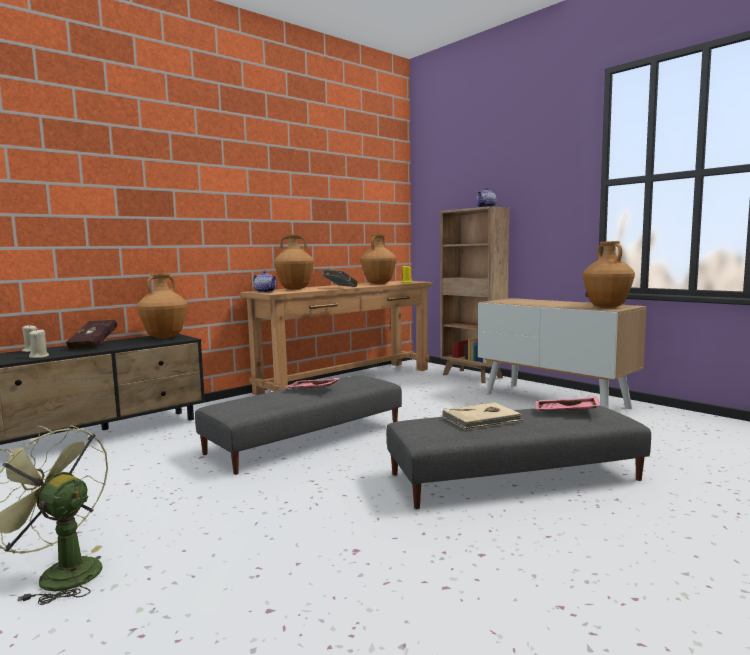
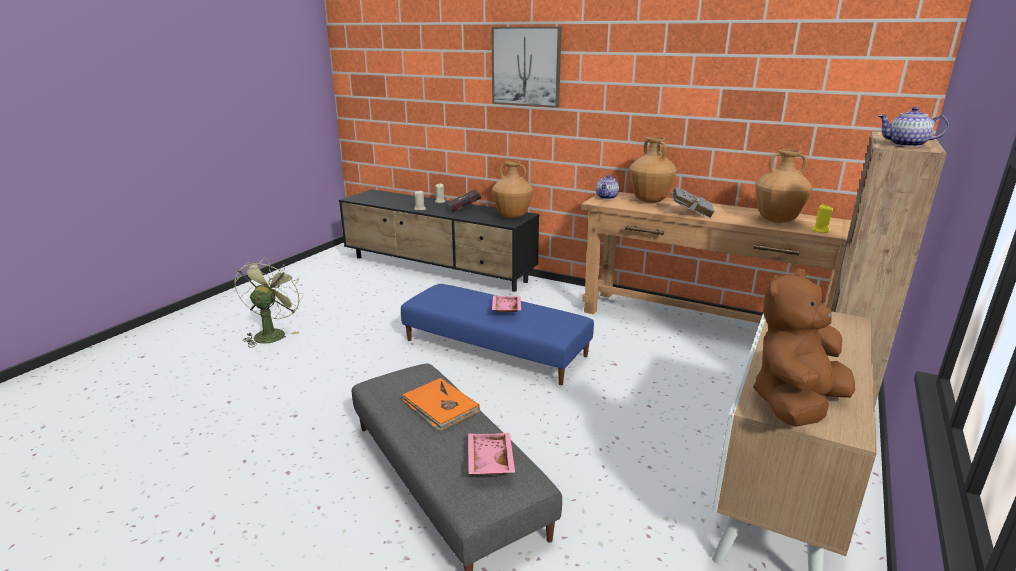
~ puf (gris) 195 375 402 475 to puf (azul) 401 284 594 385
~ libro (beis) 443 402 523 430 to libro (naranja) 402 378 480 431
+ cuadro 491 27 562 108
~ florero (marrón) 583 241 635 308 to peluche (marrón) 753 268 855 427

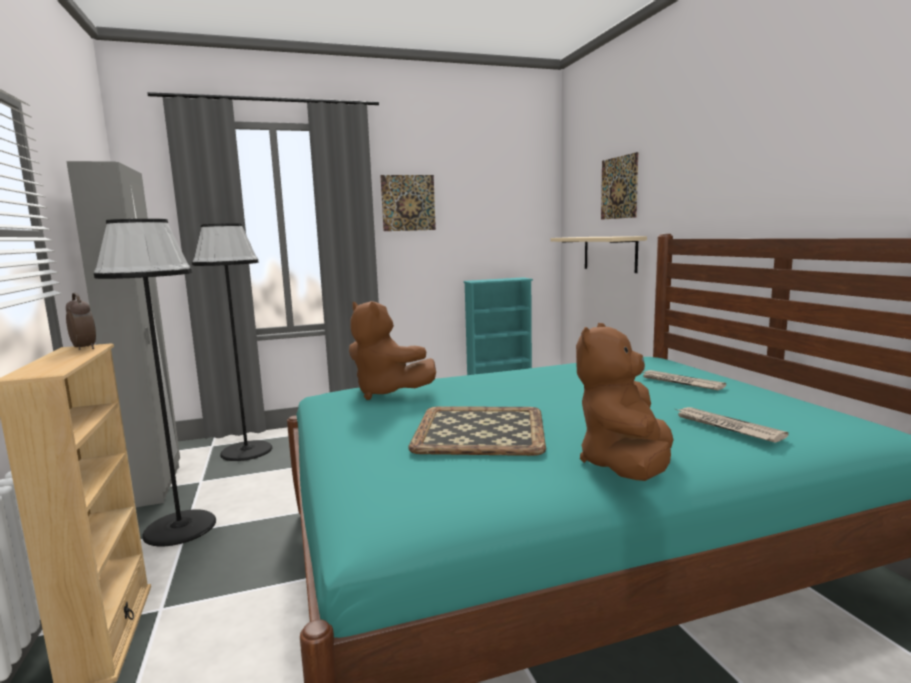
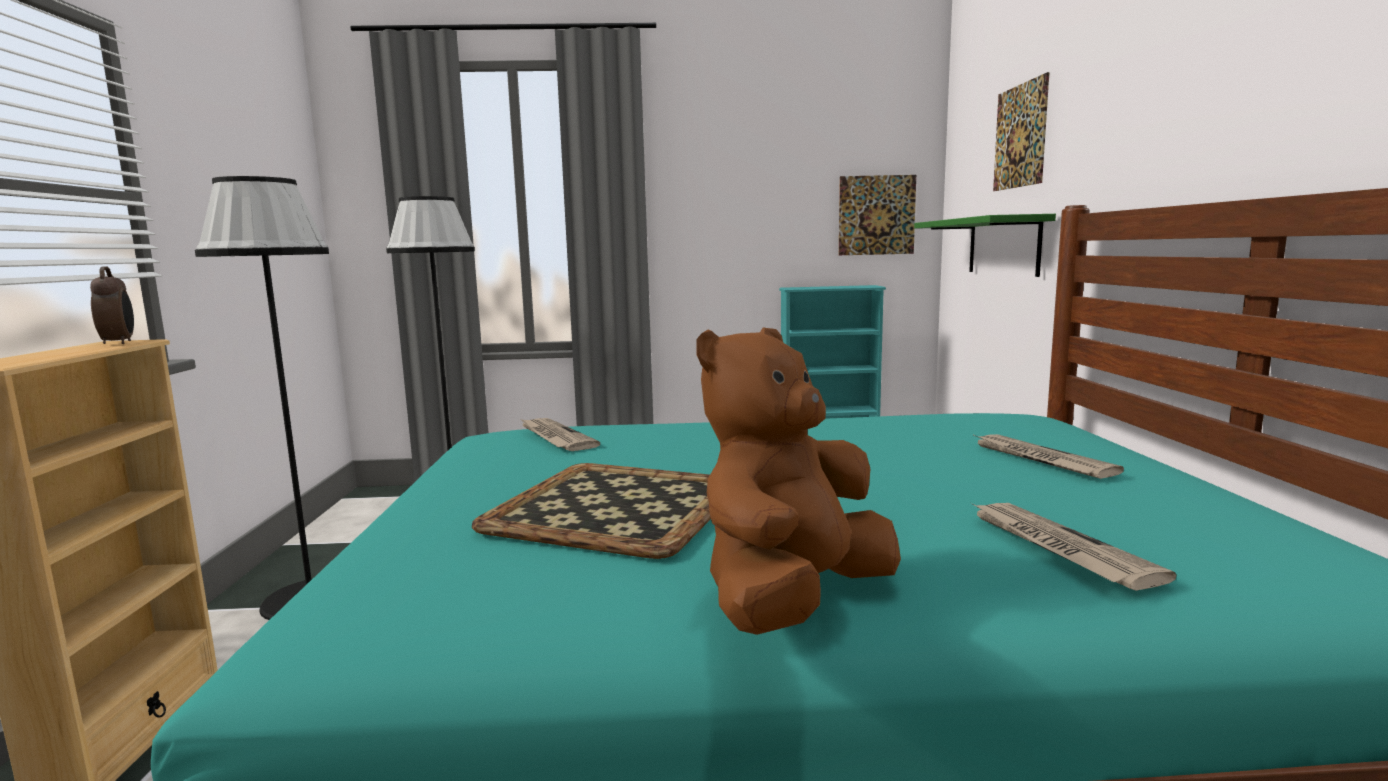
~ peluche (marrón) 349 301 436 400 to periódico 519 418 600 451
~ cuadro 380 175 436 231 to 839 175 916 255
~ estante (beis) 551 236 647 273 to estante (verde) 914 214 1056 277
- armario ropero (gris) 66 161 180 507

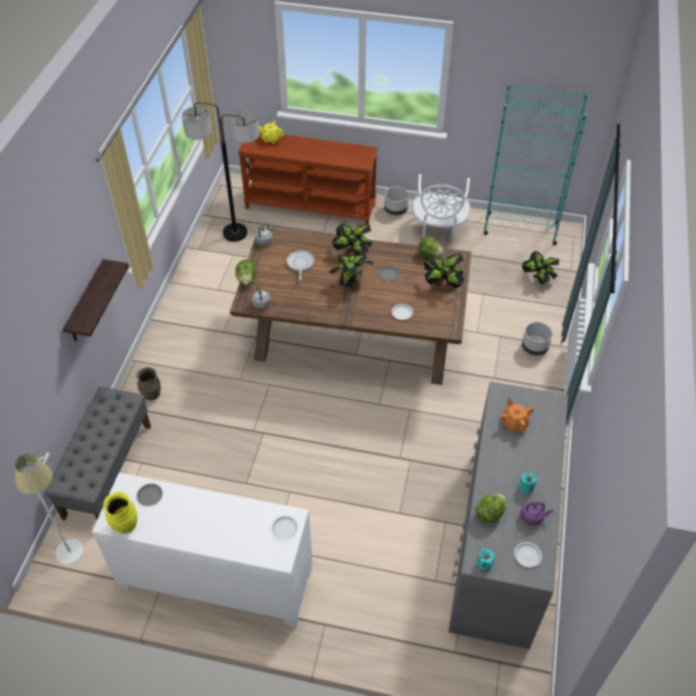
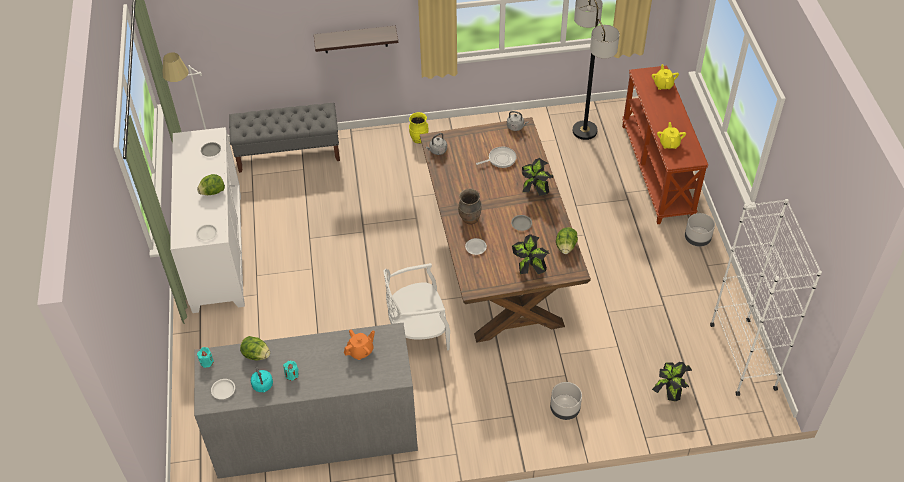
~ lechuga 235 259 256 285 to 197 174 225 195
~ hervidor (morado) 520 501 553 526 to hervidor (turquesa) 251 366 273 392
~ silla (blanco) 412 174 470 247 to 383 263 450 350
~ florero (amarillo) 103 492 137 534 to 409 112 429 144
~ florero (marrón) 136 367 161 400 to 458 188 482 224
+ tetera (amarillo) 657 122 686 149
~ estantería (turquesa) 484 84 588 245 to estantería (blanco) 710 199 822 396
- planta en maceta 329 254 373 288

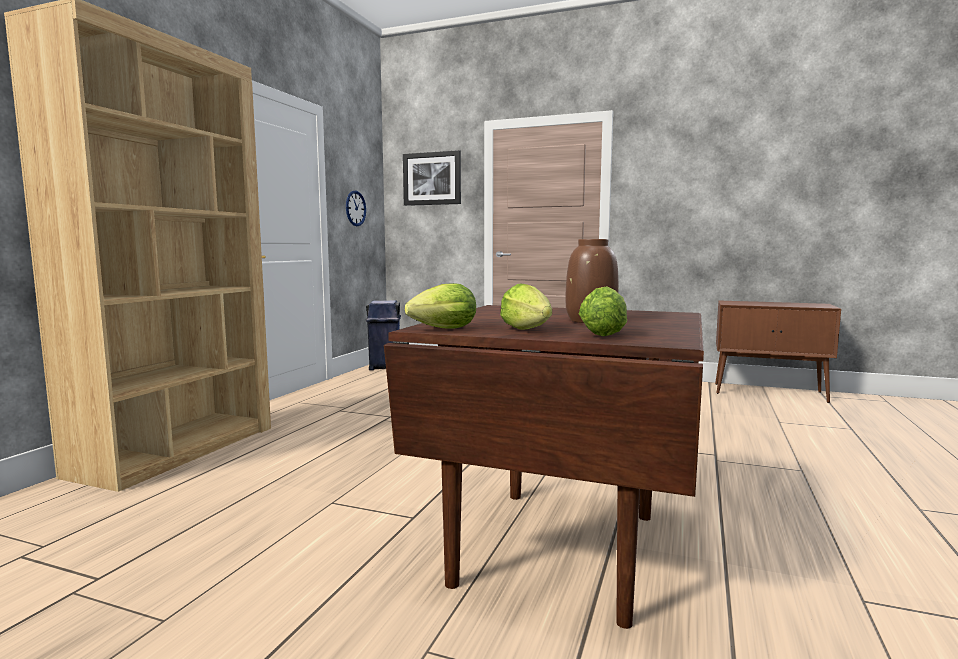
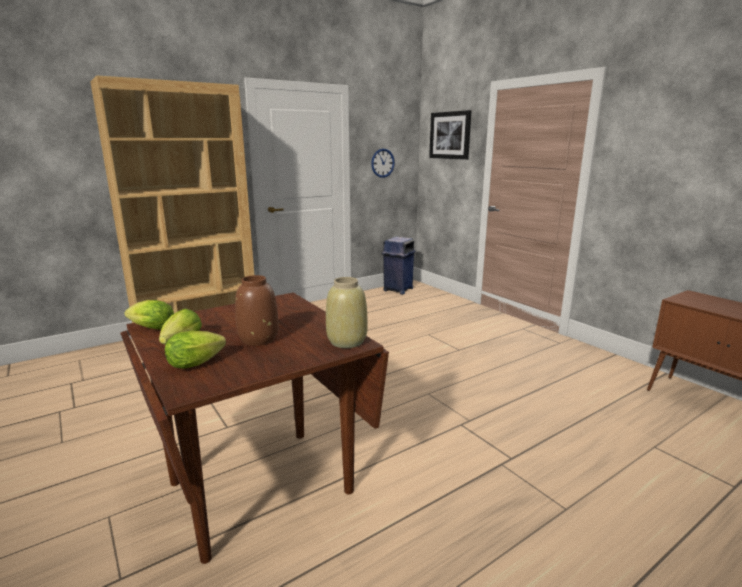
+ florero (beis) 326 277 368 348

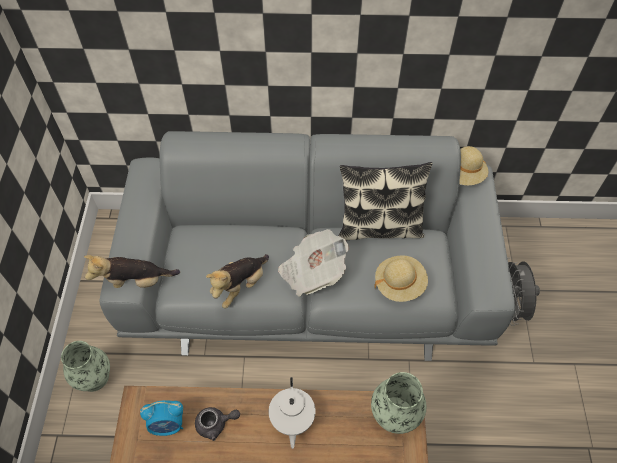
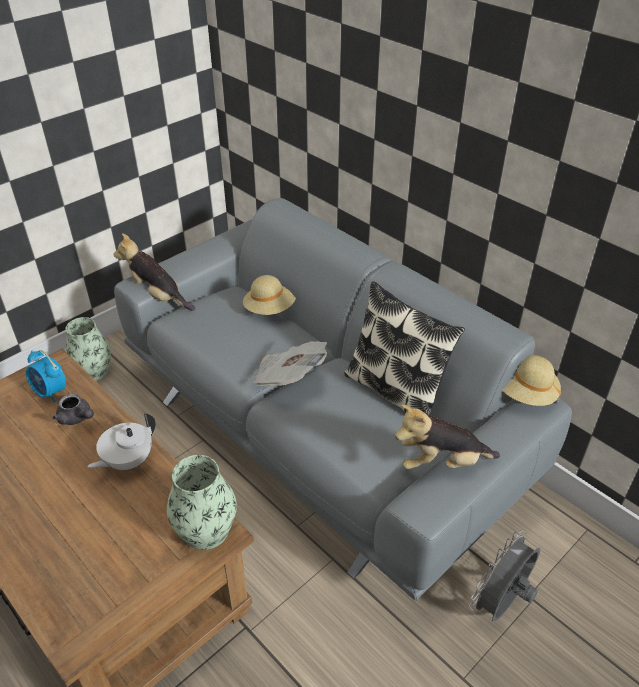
~ sombrero (beis) 375 255 428 302 to 243 275 296 315
~ peluche 206 254 269 308 to 395 405 500 469

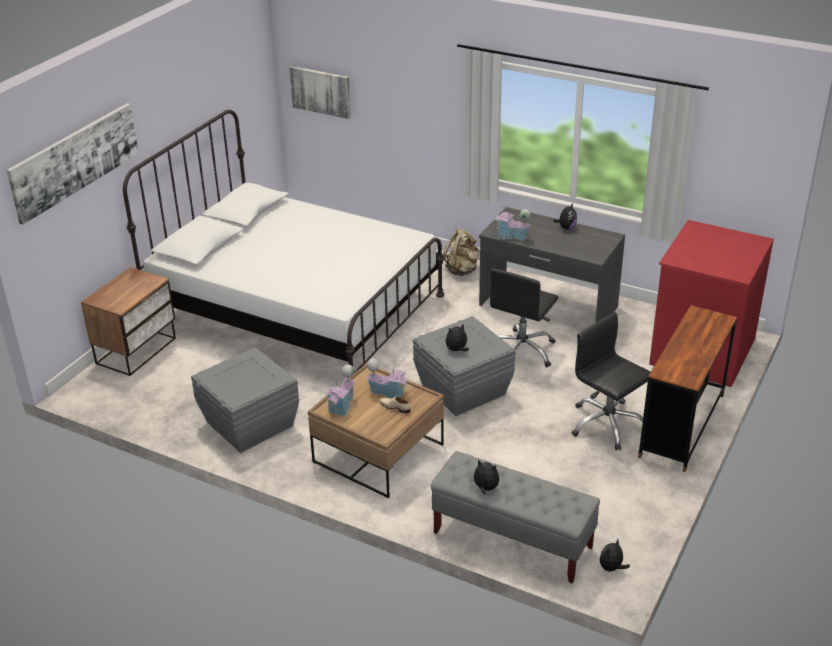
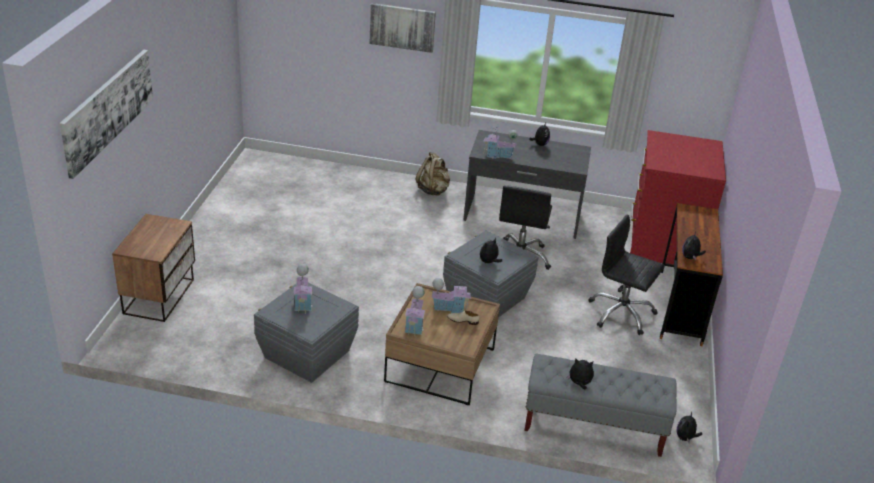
+ casita 294 264 312 314
~ cuadro 289 66 351 119 to 370 3 436 53
+ peluche 682 235 706 260
- cama (blanco) 123 110 444 373

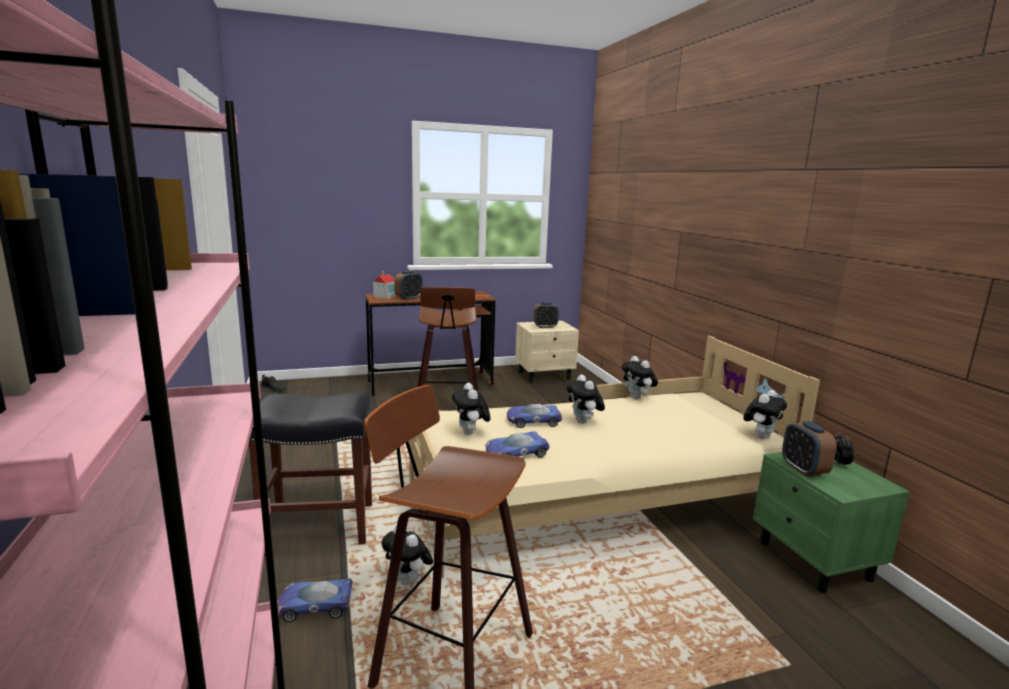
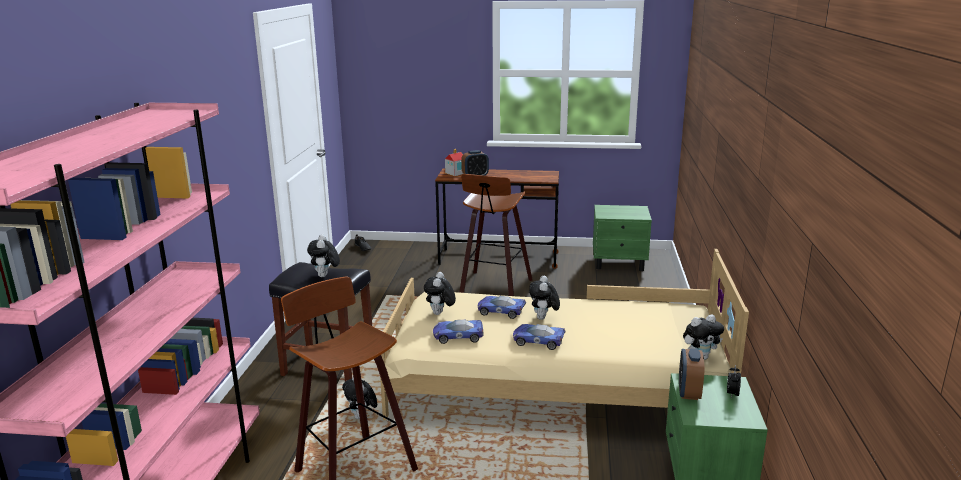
~ peluche 621 356 658 399 to 307 234 340 277
~ coche de juguete 278 579 353 622 to 513 324 566 350
~ mesita de noche (beis) 515 321 579 383 to mesita de noche (verde) 593 205 652 271
- despertador 533 302 559 328

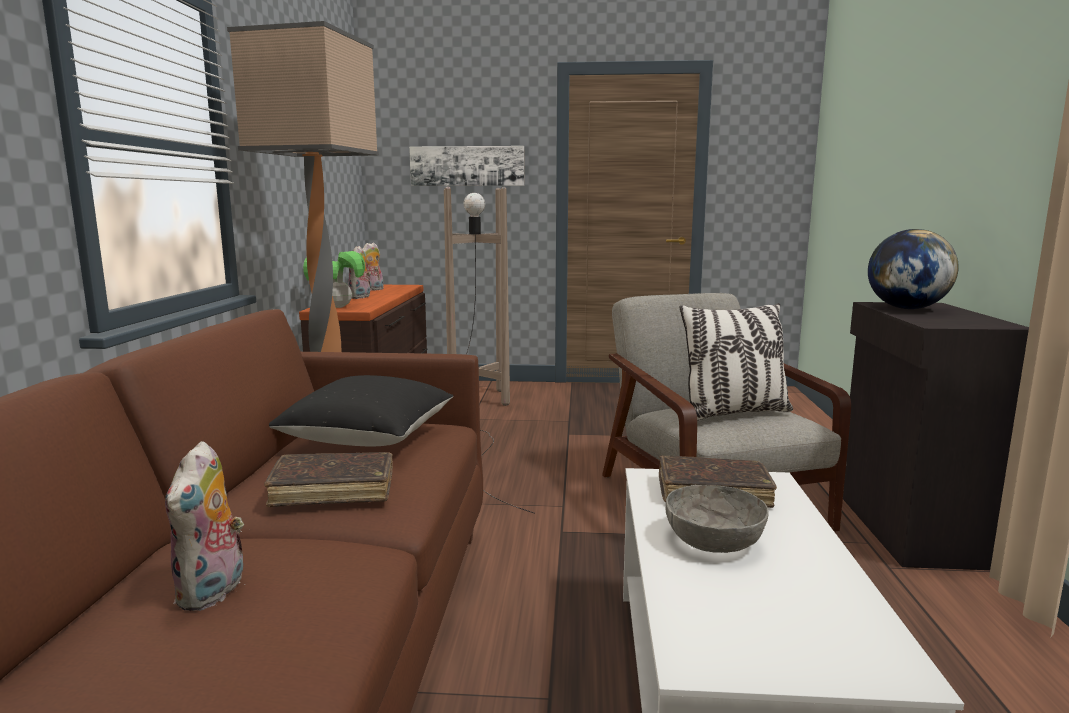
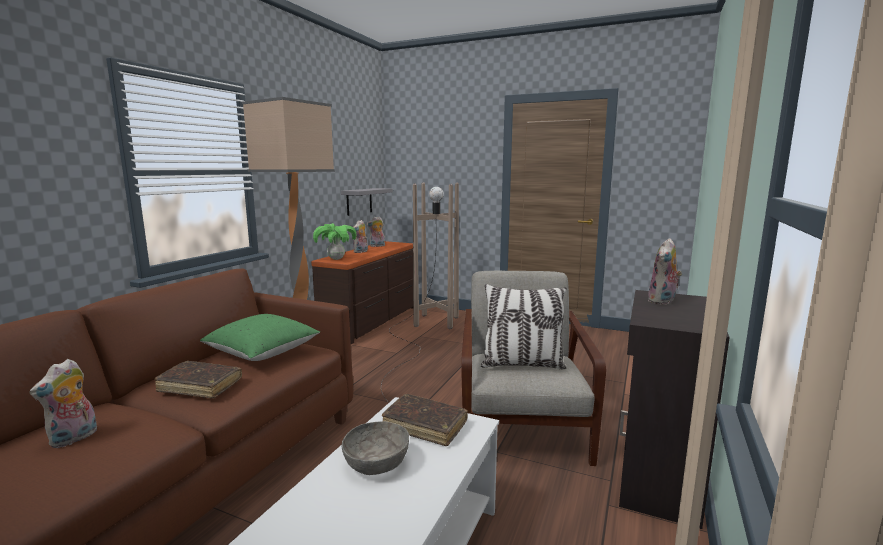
~ cojín (negro) 269 375 453 446 to cojín (verde) 200 314 320 361
+ estante (gris) 341 188 393 216
~ globo terráqueo 868 229 959 309 to peluche 648 238 682 305
- cuadro 409 146 524 186

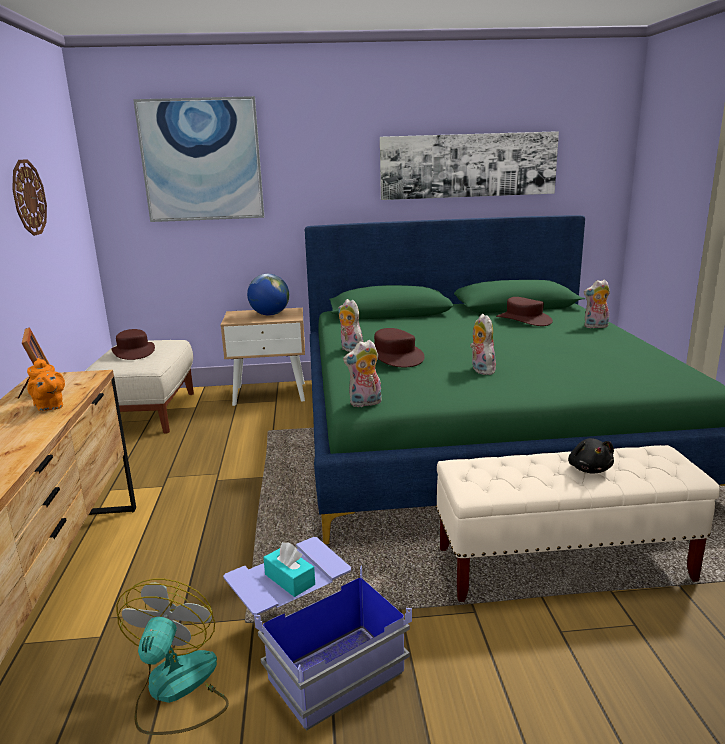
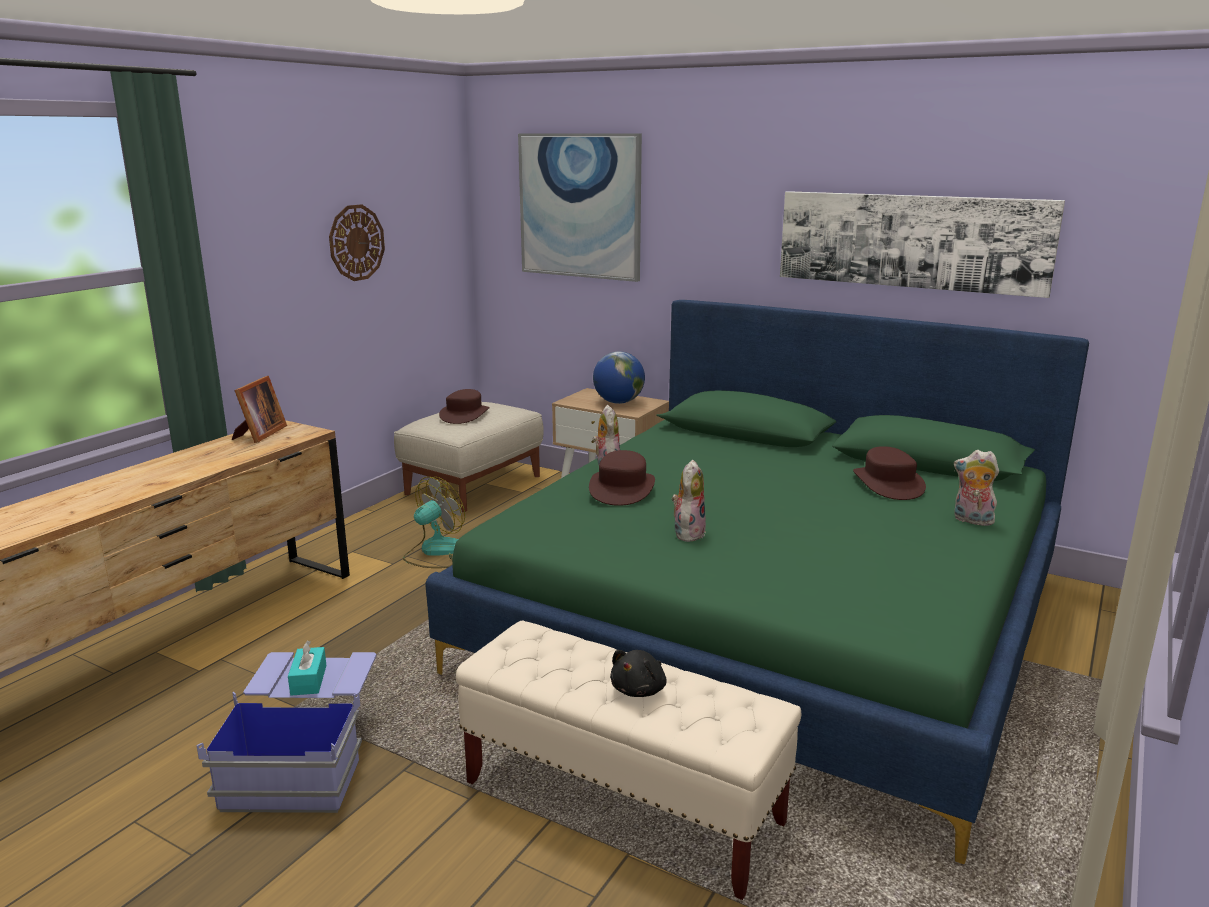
~ ventilador 116 579 229 735 to 403 477 465 568
- tetera (naranja) 27 358 65 411
- peluche 343 340 382 407

